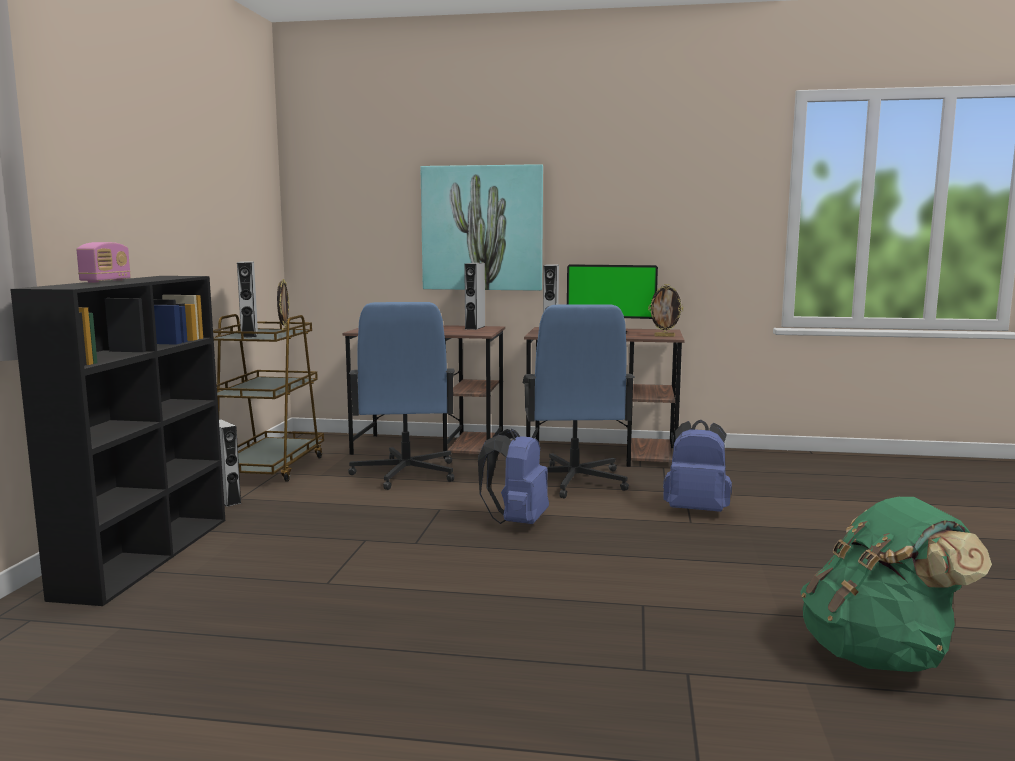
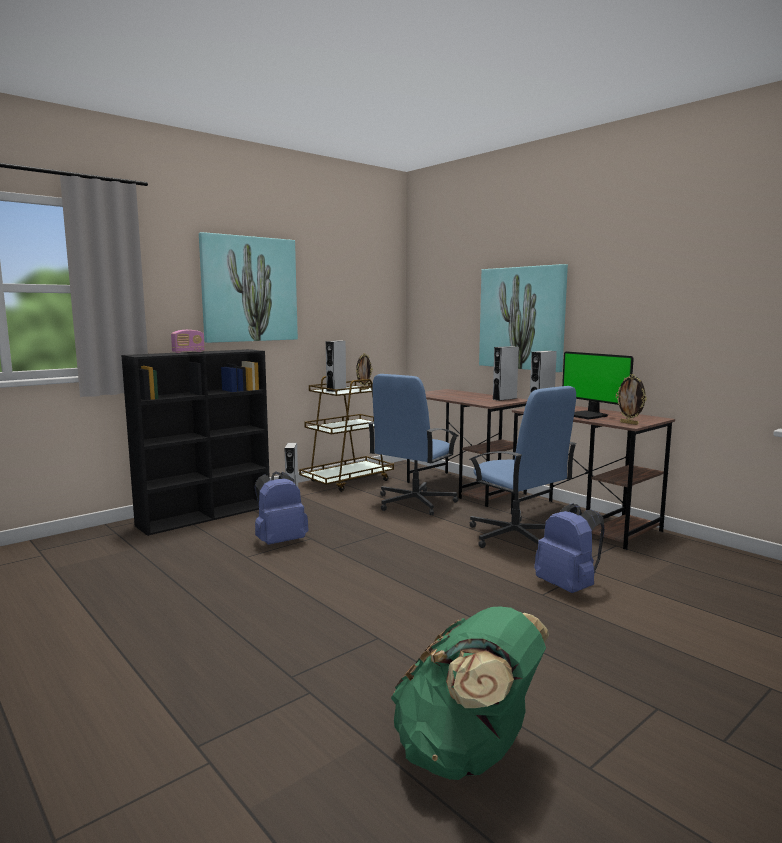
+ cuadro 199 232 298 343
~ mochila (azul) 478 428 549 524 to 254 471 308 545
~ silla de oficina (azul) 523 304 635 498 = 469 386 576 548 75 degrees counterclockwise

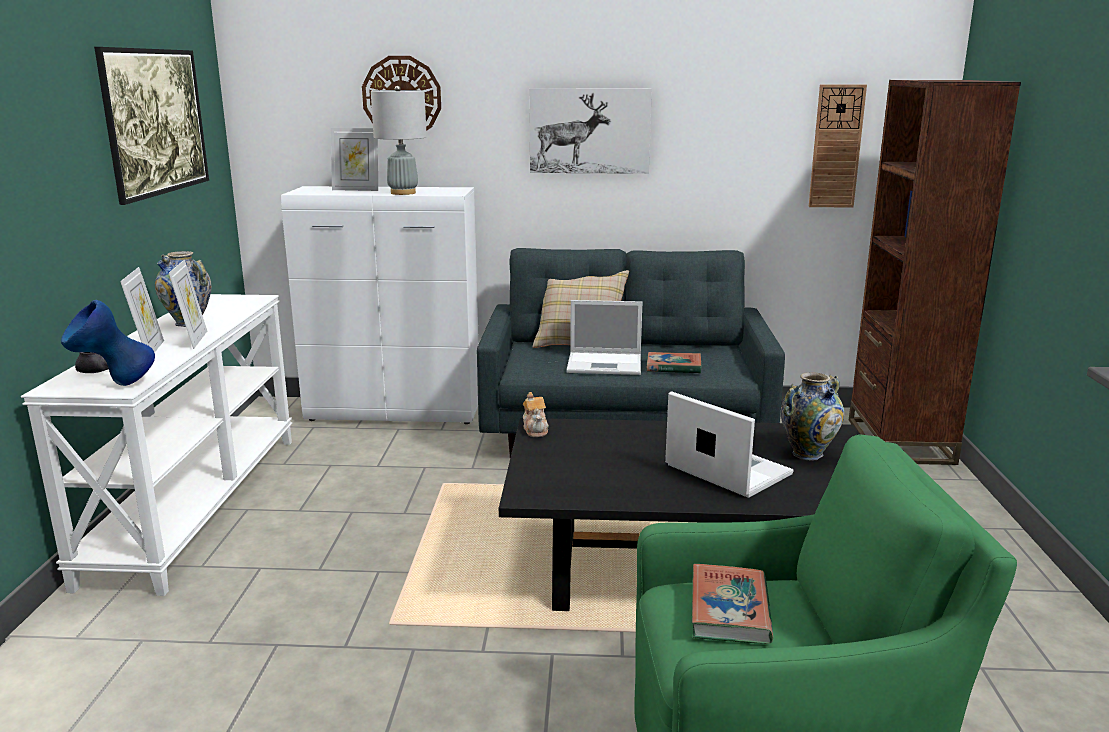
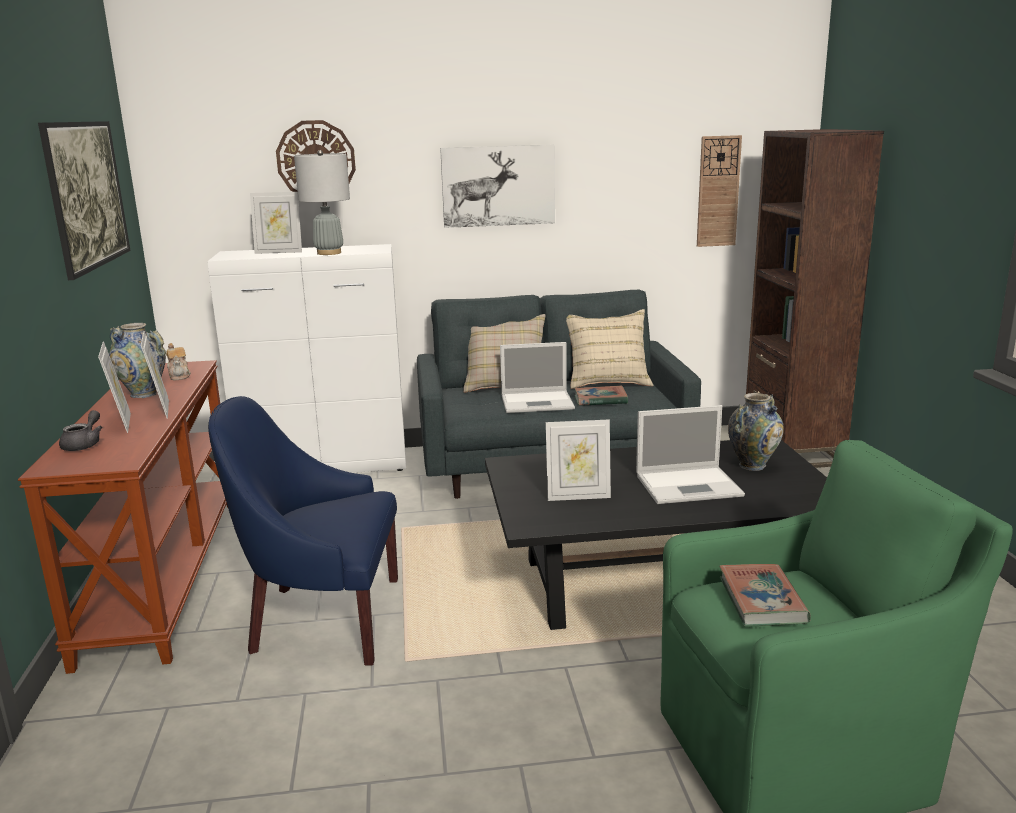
~ mesa consola (blanco) 21 294 292 596 to mesa consola (marrón) 18 360 228 674
~ tetera 523 392 549 437 to 166 343 191 380
+ sillón (azul) 208 396 398 665
+ portarretratos 546 419 611 501
+ cojín (beis) 566 309 653 389
~ portátil 665 391 794 498 = 636 405 745 504 135 degrees clockwise
- florero (azul) 61 300 155 386

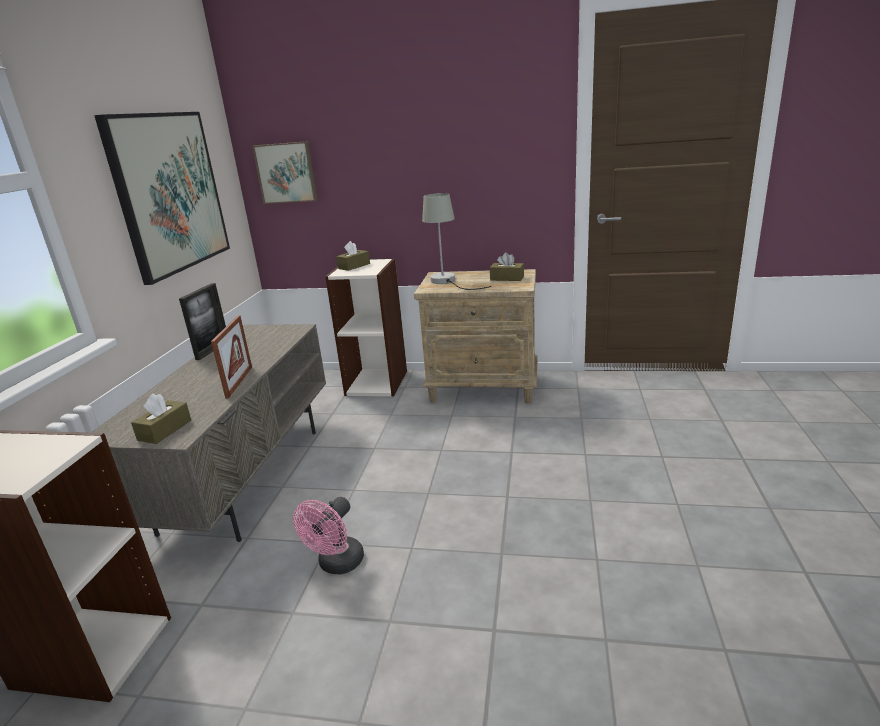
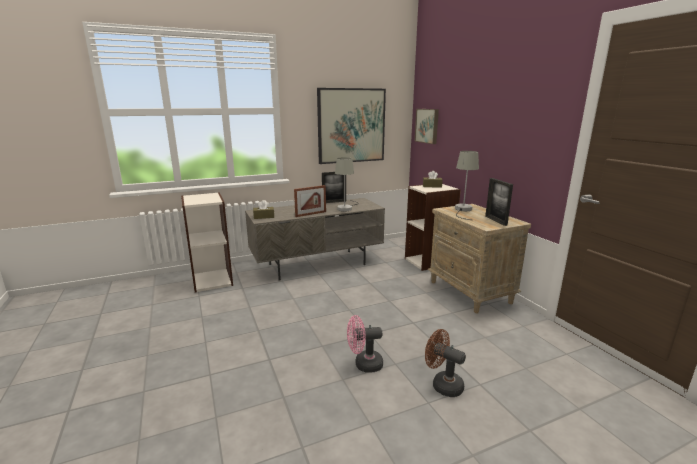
+ lámpara de mesa (gris) 335 157 358 212
~ ventilador (rosa) 293 497 364 575 to 347 315 383 373
+ ventilador (marrón) 425 329 466 397
~ caja de pañuelos (marrón) 490 252 524 281 to portarretratos 485 178 513 226

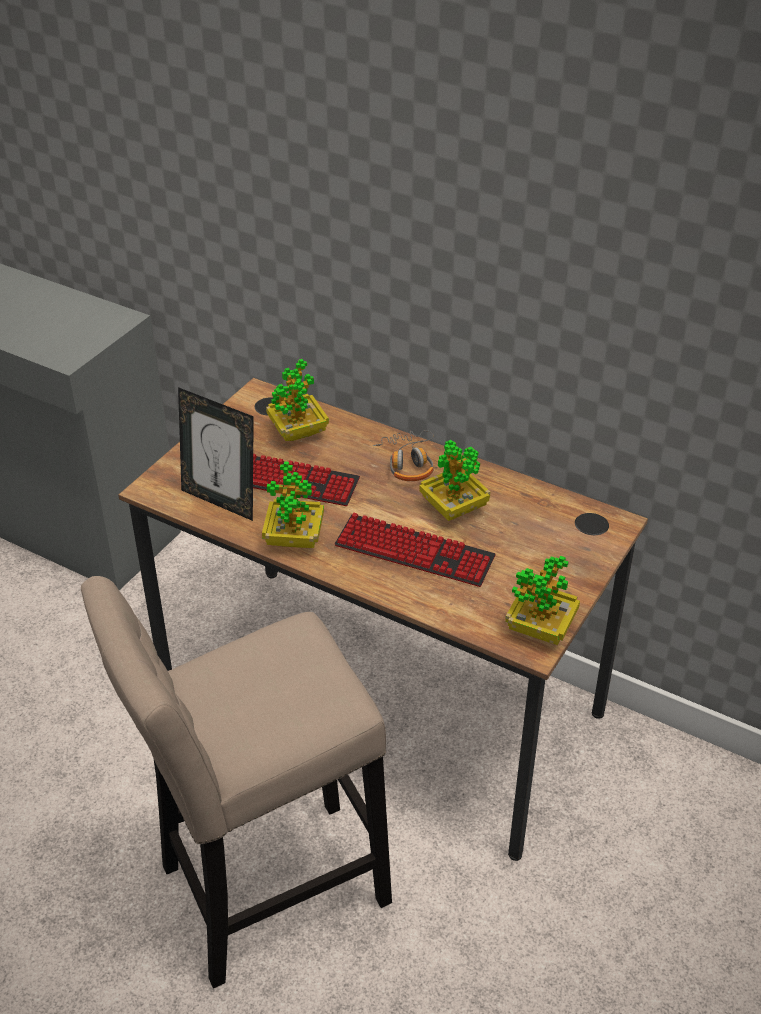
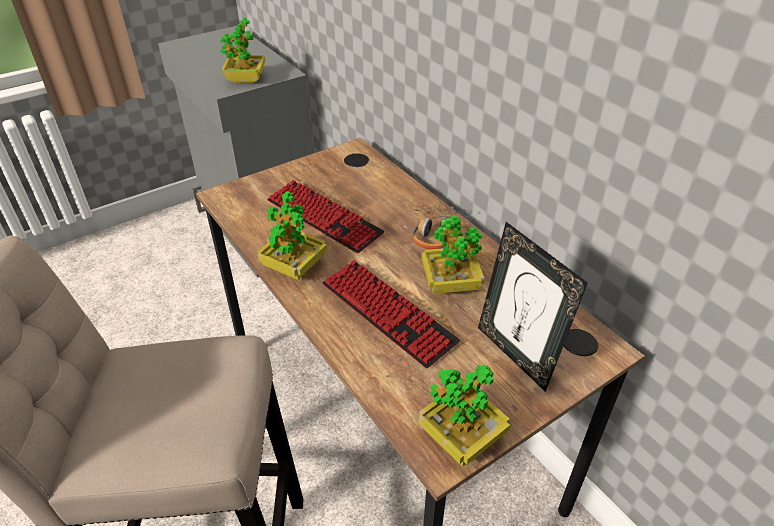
~ planta en maceta 266 359 329 441 to 220 17 265 84
~ portarretratos 178 387 254 521 to 478 222 588 392

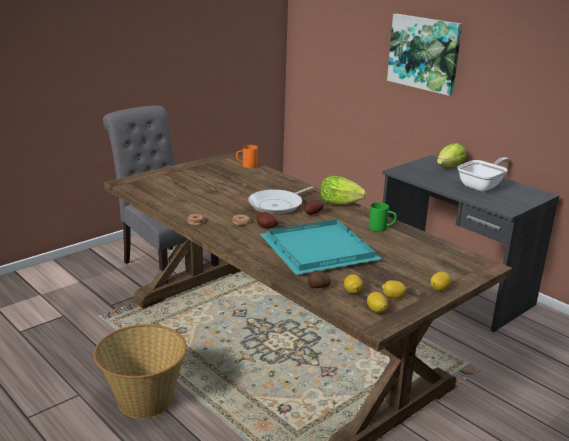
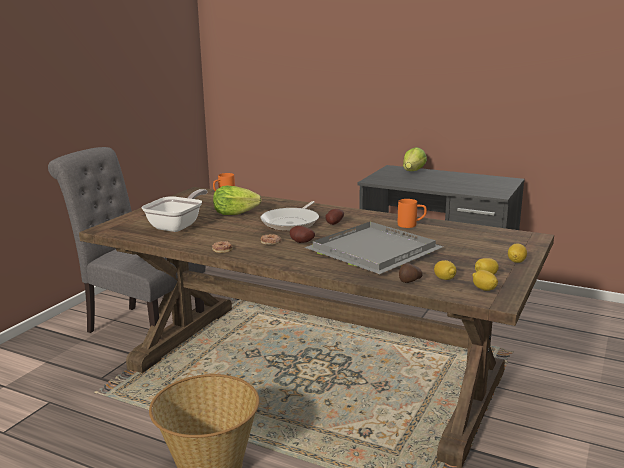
~ sartén 457 157 509 192 to 142 189 208 232
~ lechuga 320 176 366 205 to 213 186 262 215
~ bandeja (turquesa) 260 219 382 275 to bandeja (gris) 304 222 443 274
~ taza grande (verde) 369 202 397 232 to taza grande (naranja) 398 199 427 228
- cuadro 387 13 462 96

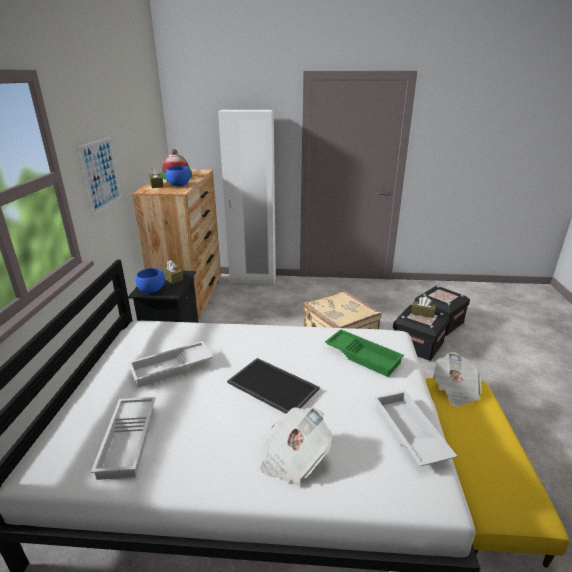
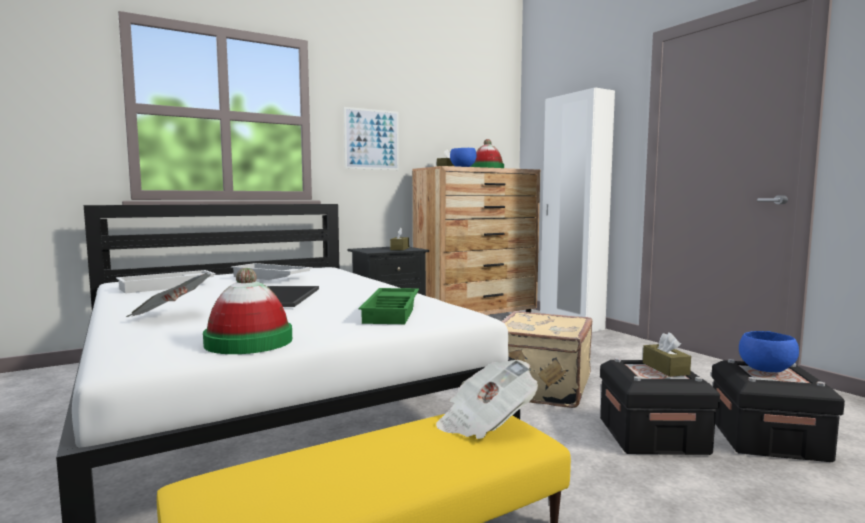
~ bandeja (blanco) 374 391 457 467 to sombrero 203 268 292 354
~ cuenco (azul) 135 268 165 293 to 739 331 799 372

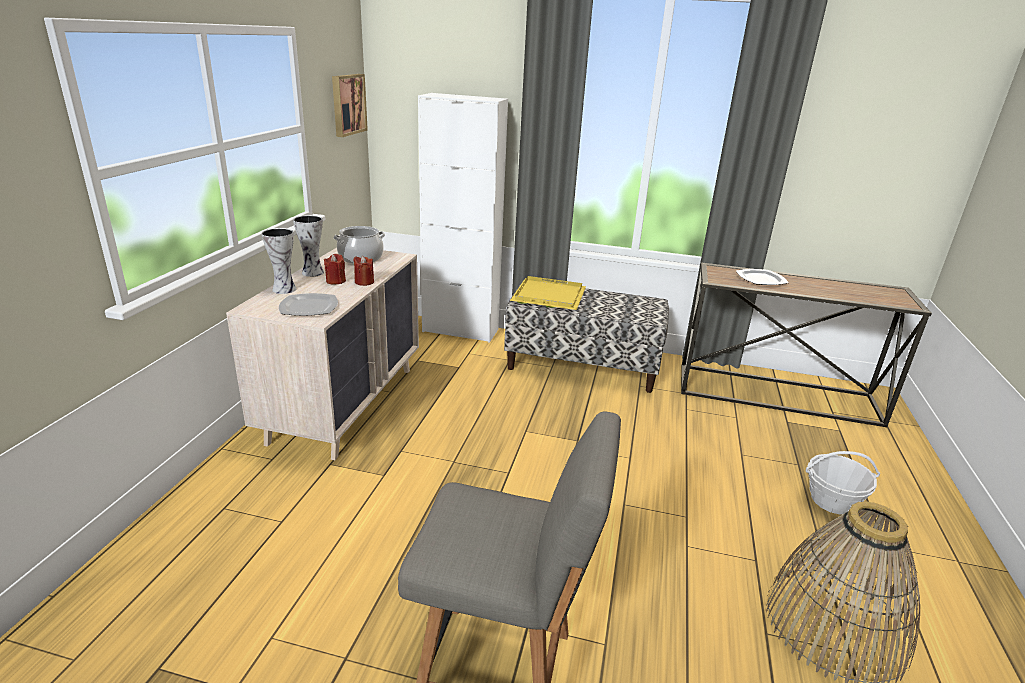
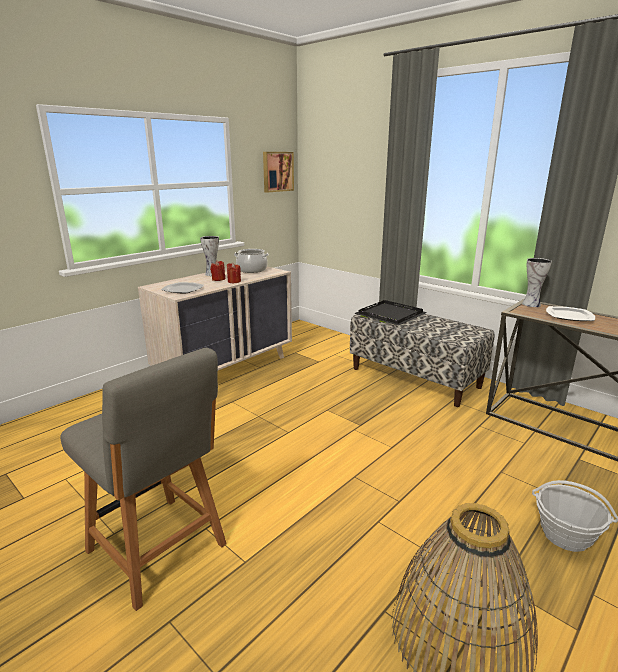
~ bandeja (amarillo) 510 276 586 310 to bandeja (negro) 354 300 427 326
~ florero 261 228 296 294 to 522 258 552 307
- armario (blanco) 418 93 508 343

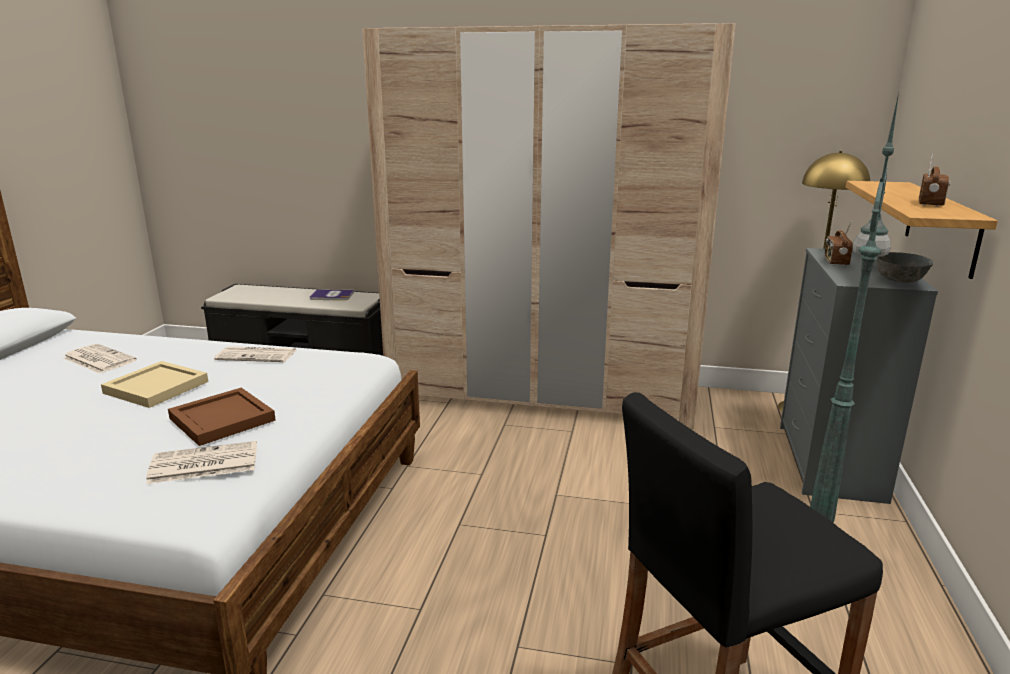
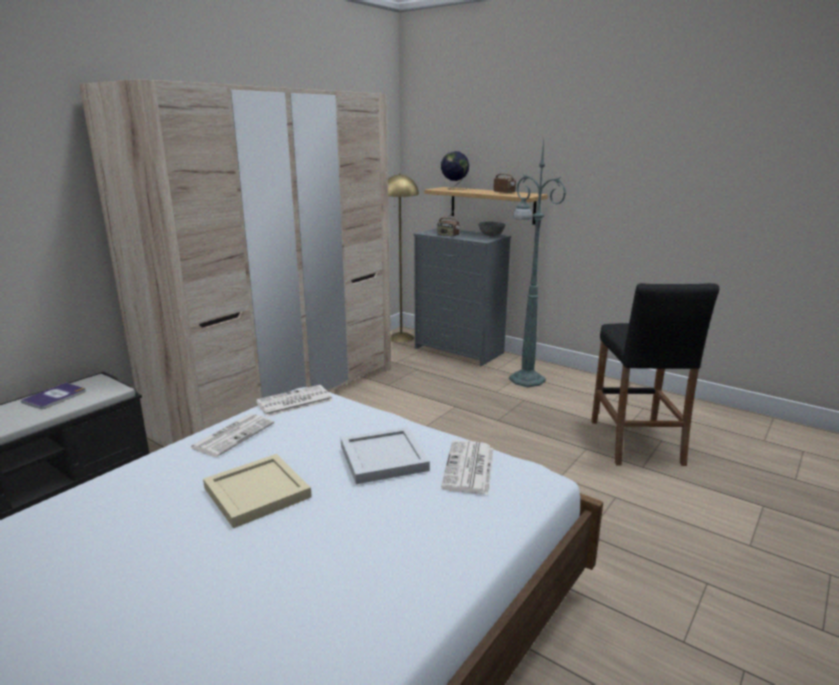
~ periódico 63 344 137 374 to 256 385 333 417
~ bandeja (marrón) 168 387 276 446 to bandeja (blanco) 341 427 430 484
+ globo terráqueo 441 151 469 190

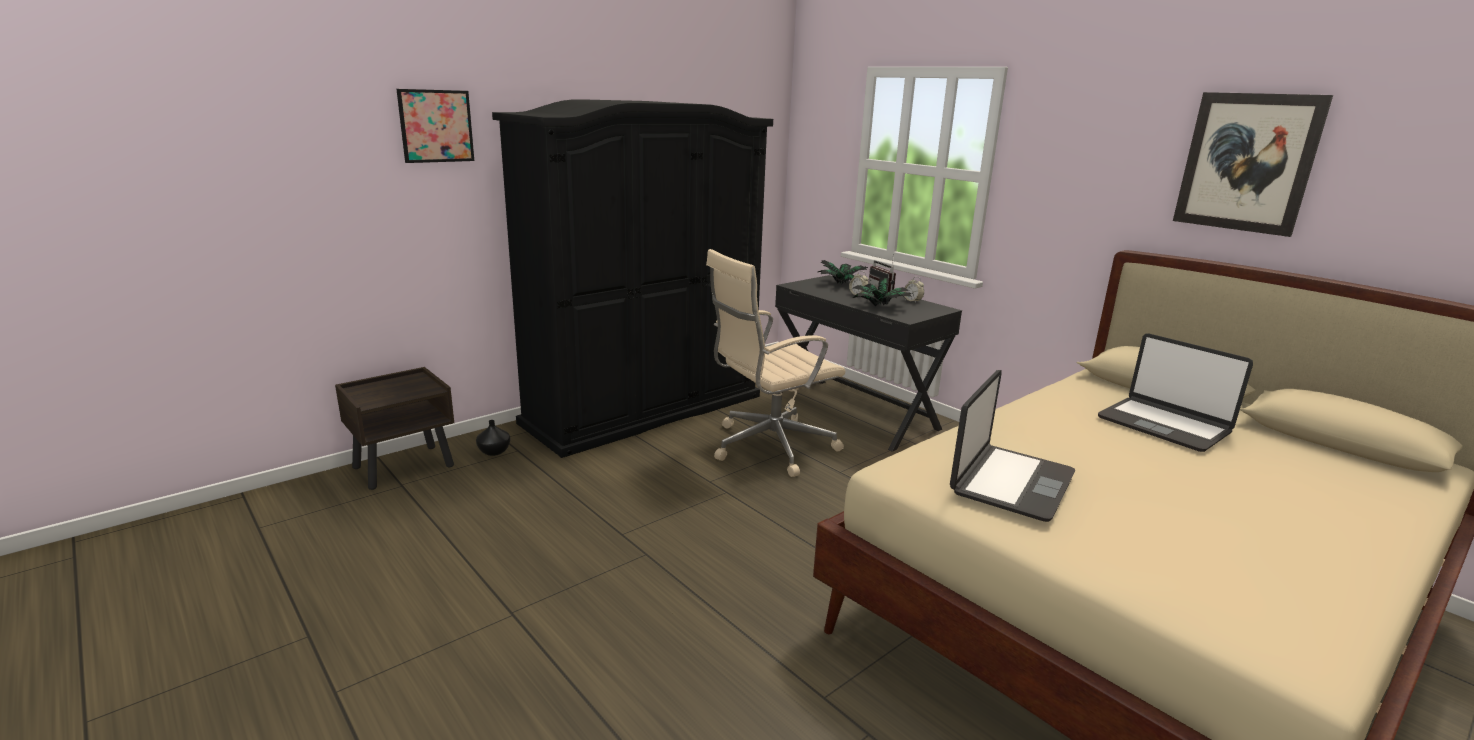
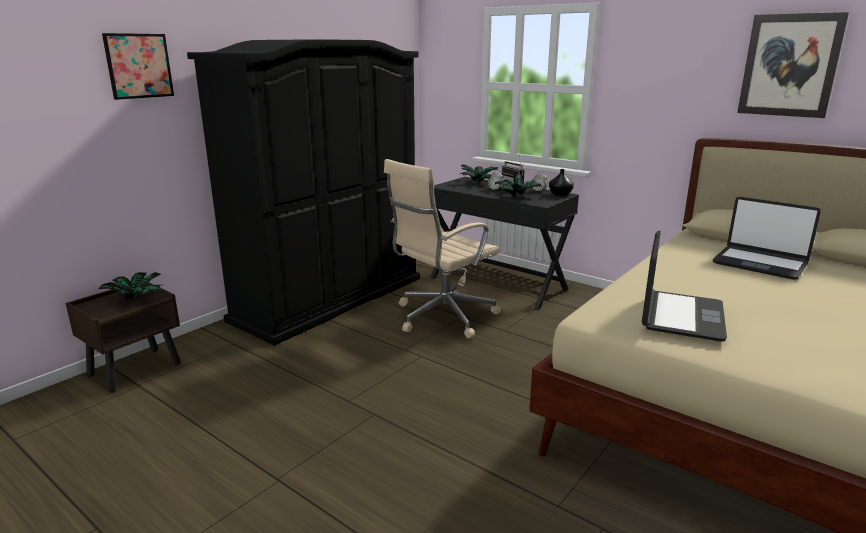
+ planta en maceta 98 272 164 300
~ florero (negro) 476 420 511 456 to 549 169 574 196

